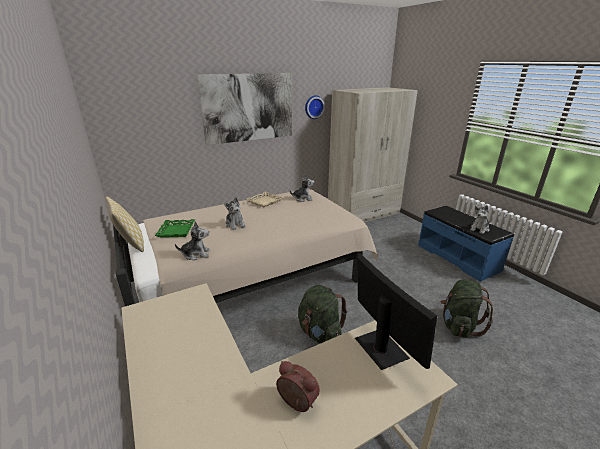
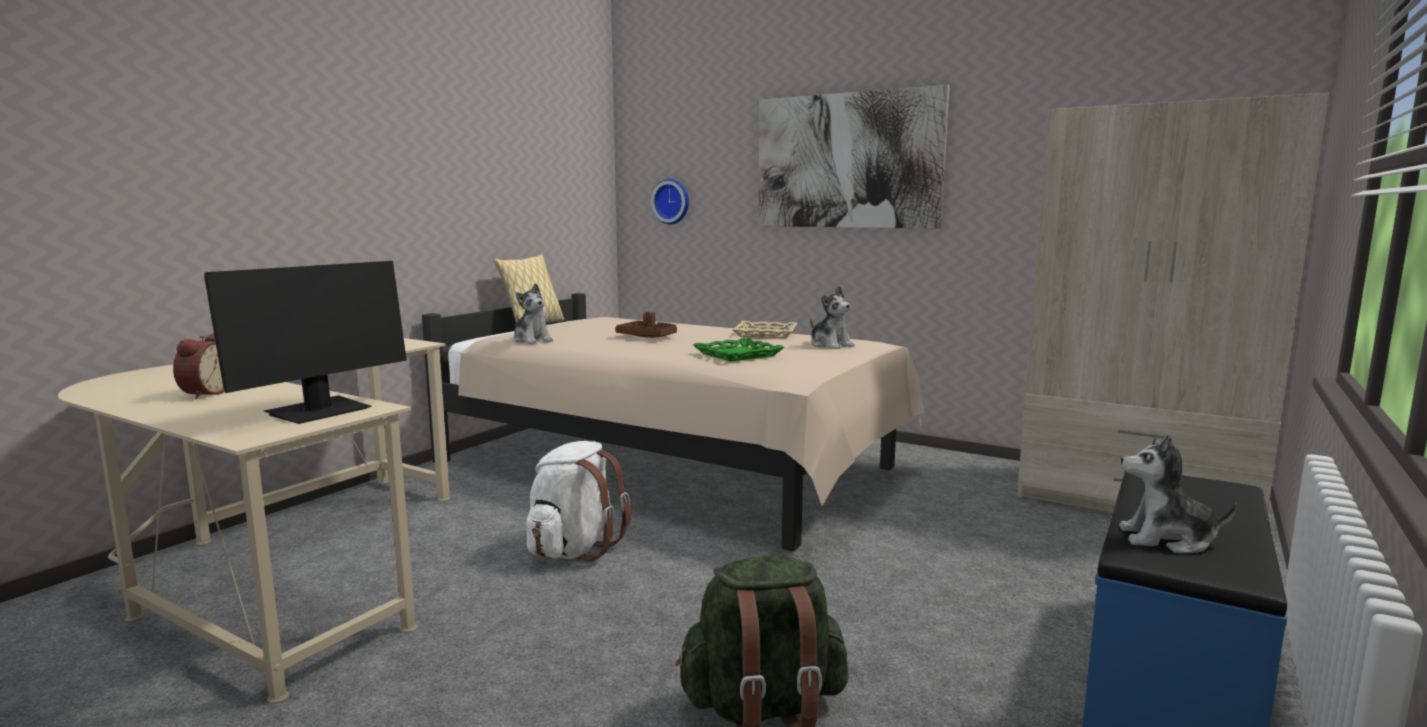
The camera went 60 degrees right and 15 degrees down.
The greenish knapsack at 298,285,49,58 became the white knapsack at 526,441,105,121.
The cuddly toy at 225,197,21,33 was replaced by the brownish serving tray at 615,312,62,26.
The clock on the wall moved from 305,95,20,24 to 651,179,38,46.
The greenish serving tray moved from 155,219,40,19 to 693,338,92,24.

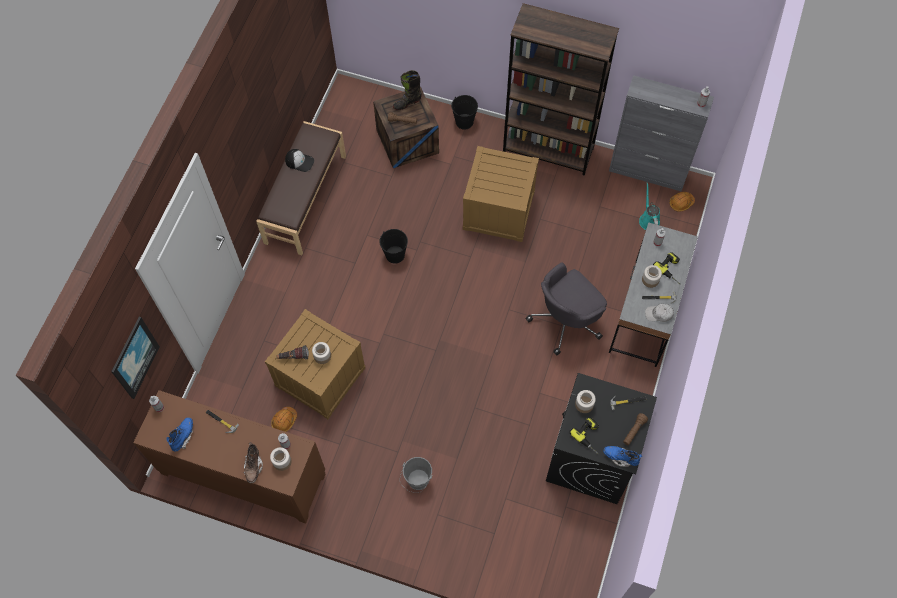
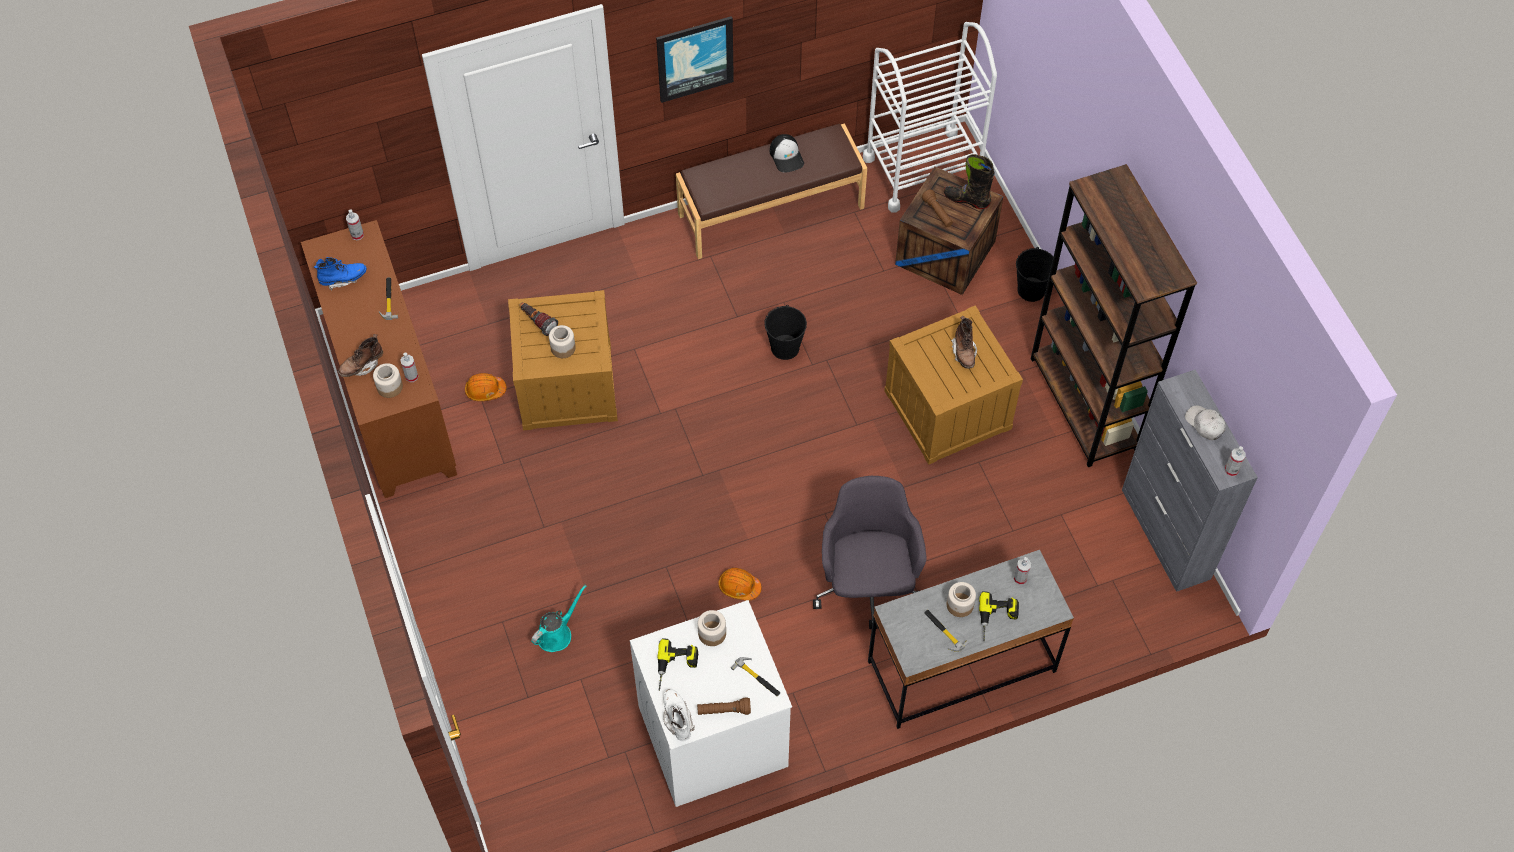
The camera went 50 degrees right and 5 degrees down.
The turquoise-coloured sprinkling can moved from 639,183,21,47 to 531,585,55,67.
The black-coloured laundry machine at 546,373,111,131 became the white laundry machine at 630,600,162,207.
The wall picture moved from 111,317,49,82 to 656,16,78,87.
The blue tall boot at 603,446,39,21 became the white tall boot at 663,689,32,52.
The orange-coloured work helmet moved from 669,192,26,20 to 718,568,43,33.
The gray desk chair at 526,262,81,94 turned 75 degrees clockwise.
The white cart at 863,22,134,191 appeared.
The brownish tall boot at 951,315,26,54 appeared.
The white baseball cap moved from 645,304,29,18 to 1185,405,41,35.
The gray water bucket at 400,457,32,36 disappeared.

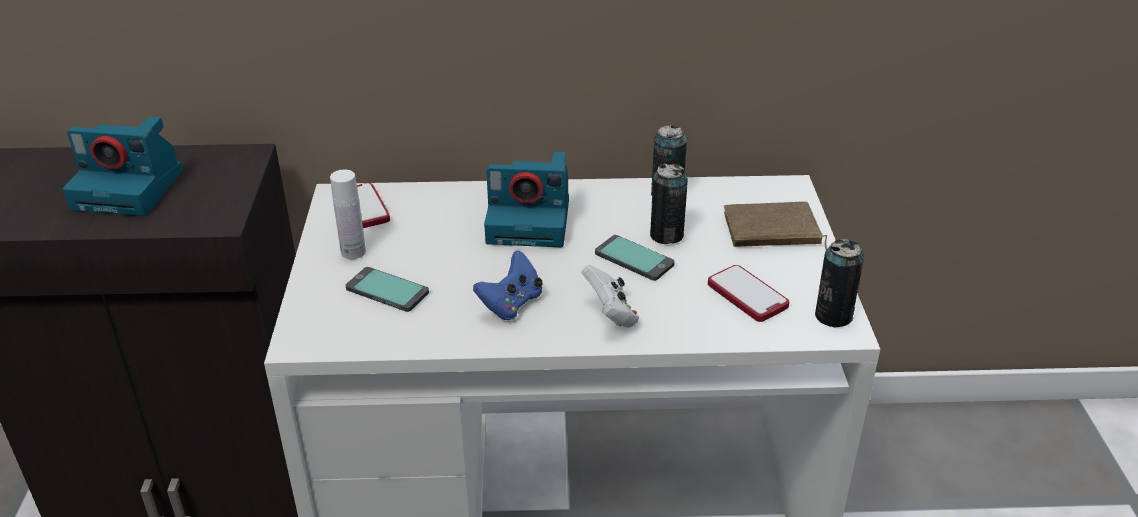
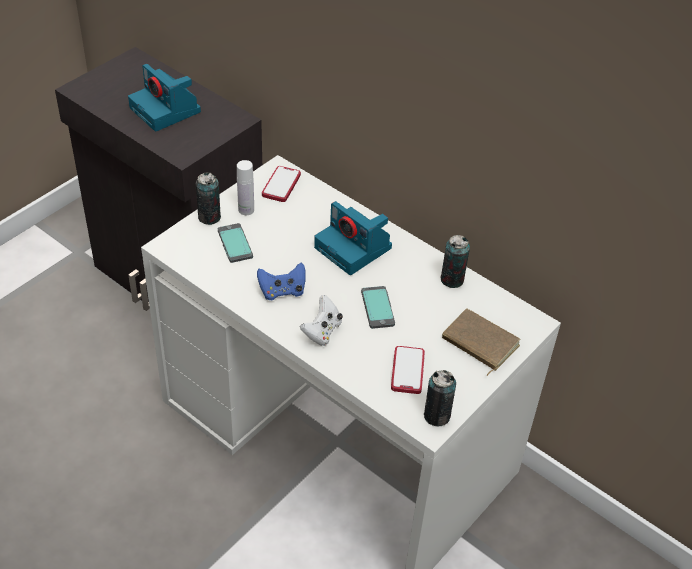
The camera went 40 degrees right and 10 degrees up.
The metal can moved from 650,163,38,81 to 196,172,25,53.

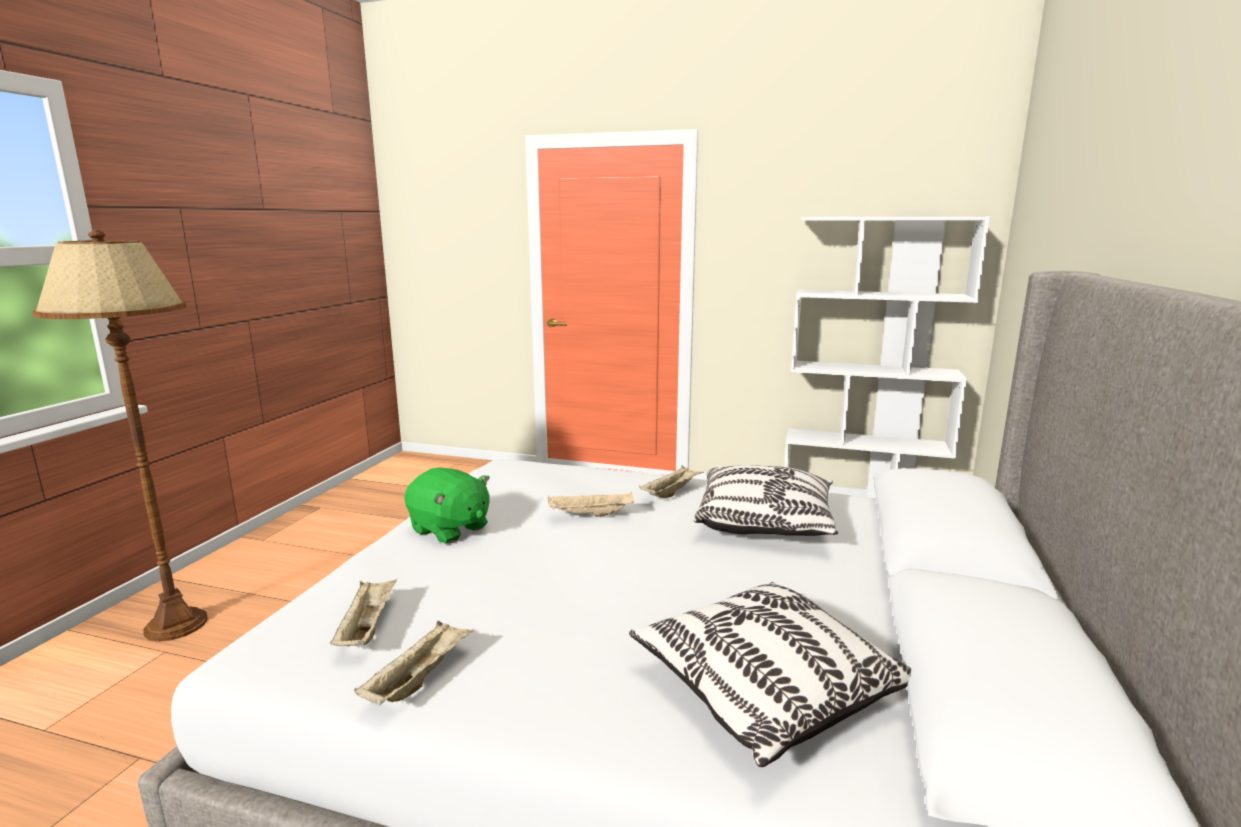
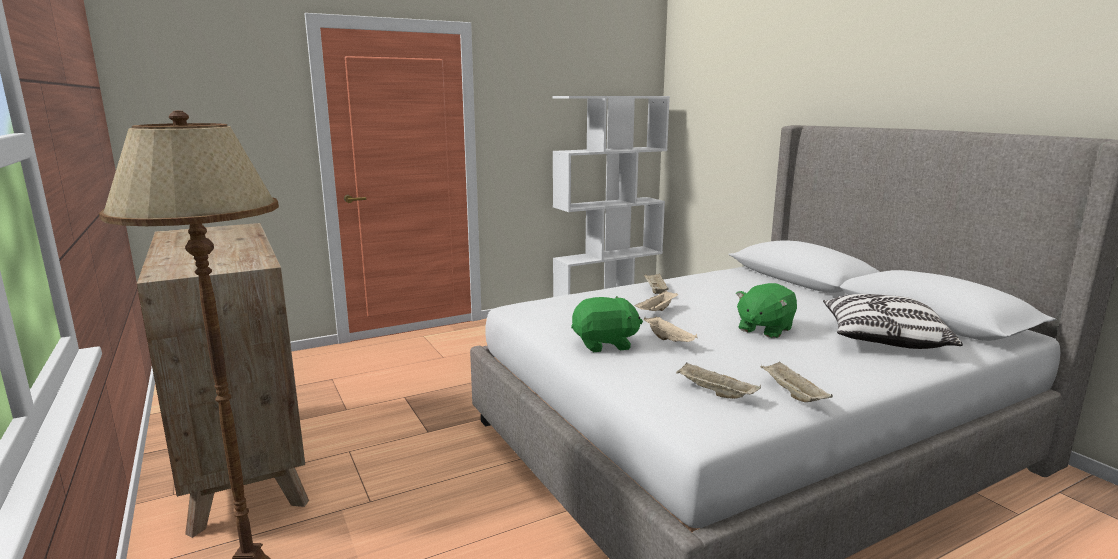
The camera went 45 degrees left and 0 degrees up.
The brownish chest of drawers at 137,223,172,315 appeared.
The sand-coloured serving tray at 644,316,53,26 appeared.
The greenish cuddly toy at 736,283,61,55 appeared.
The pillow at 693,465,146,71 disappeared.

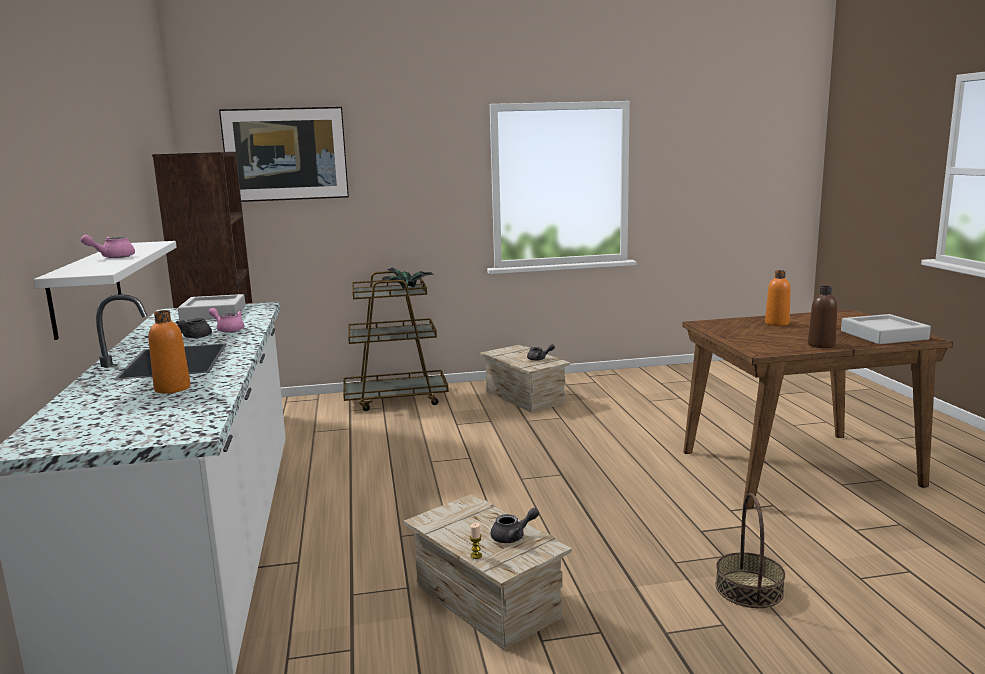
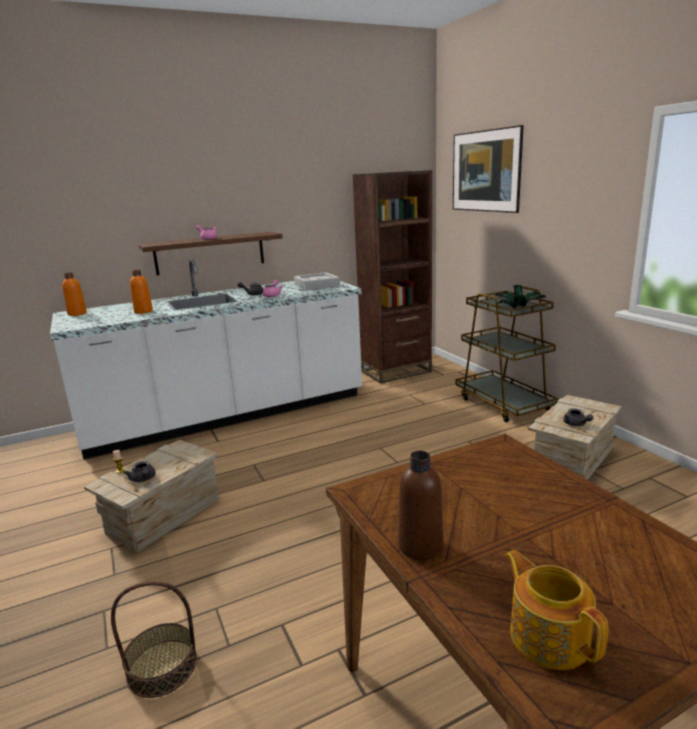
The camera went 75 degrees right and 5 degrees up.
The orange-coloured bottle moved from 765,270,25,56 to 62,272,25,44.
The white wall shelf at 33,241,144,99 became the brownish wall shelf at 138,232,145,43.
The gray serving tray at 841,314,90,30 was replaced by the pot for tea at 506,550,103,120.

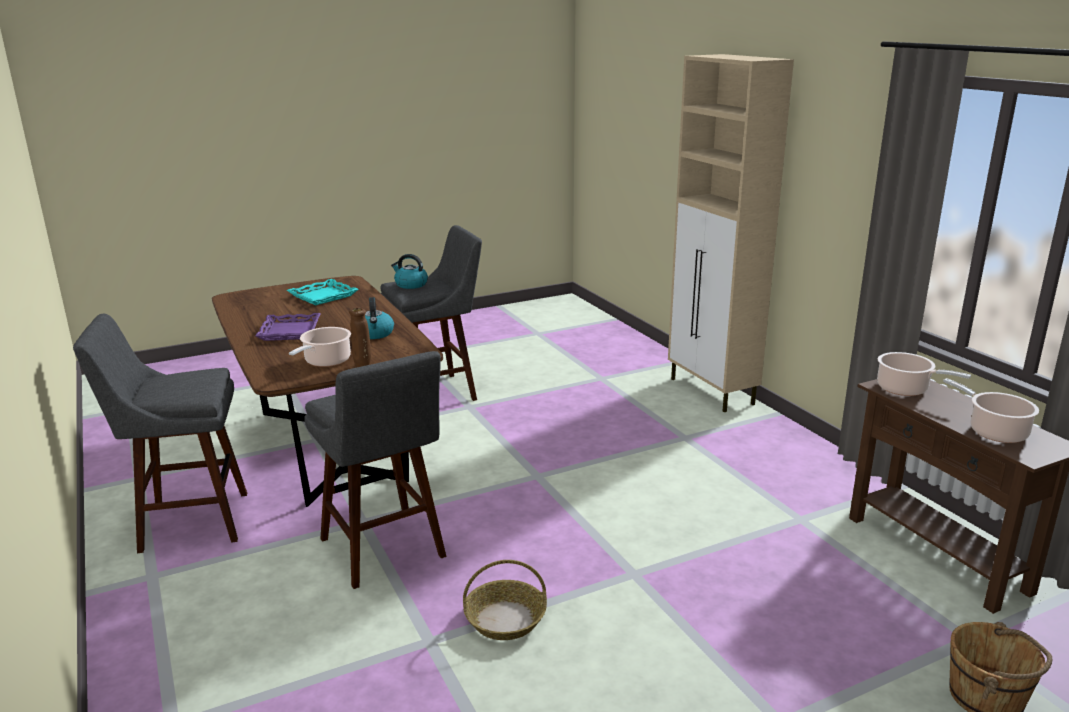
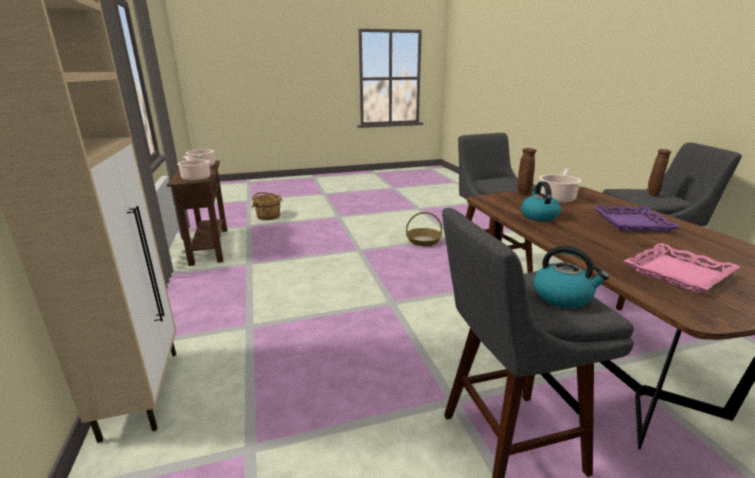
The camera went 170 degrees left and 0 degrees up.
The turquoise-coloured serving tray at 287,279,71,26 became the pink-coloured serving tray at 624,243,116,50.
The brownish flower vase at 648,149,23,47 appeared.

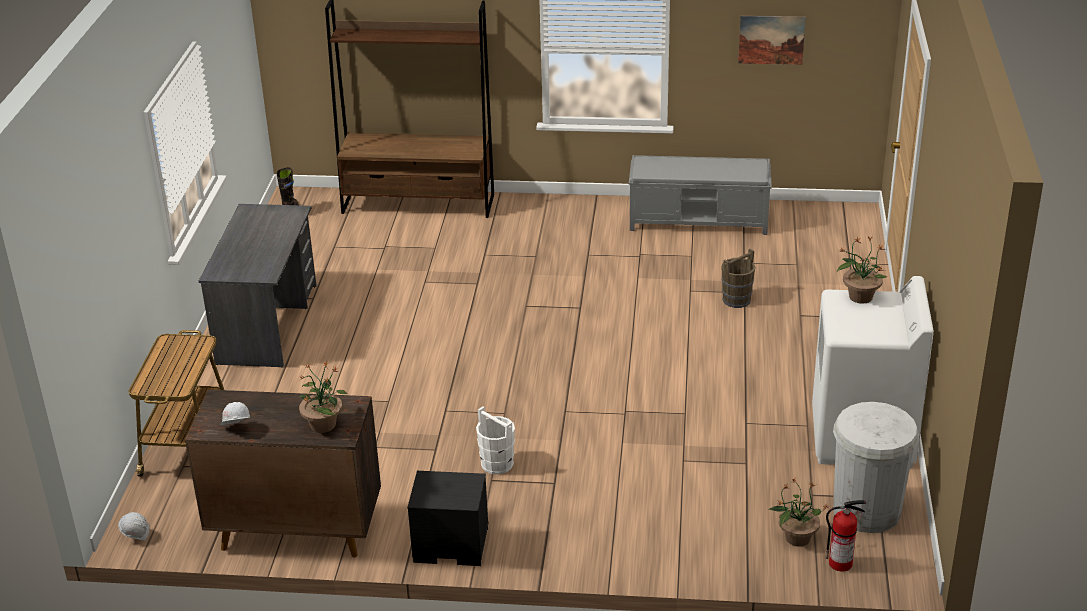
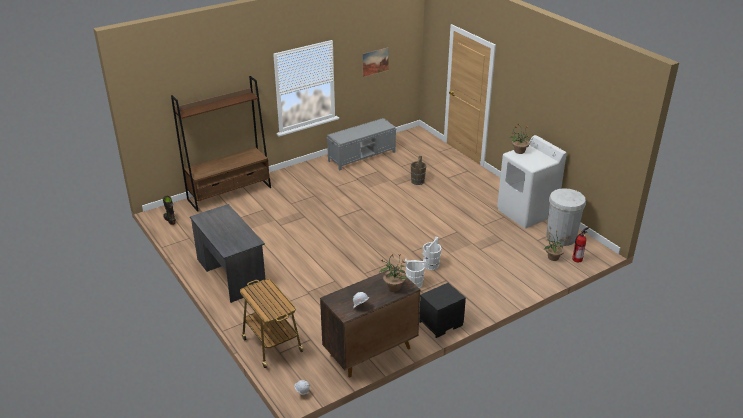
The camera went 40 degrees left and 0 degrees up.
The white water bucket at 423,236,19,34 appeared.

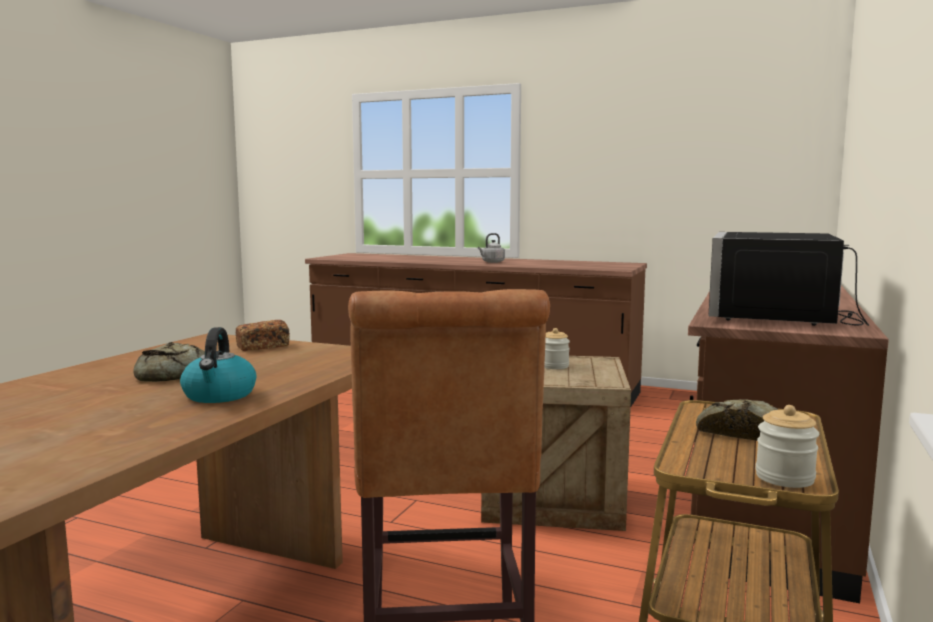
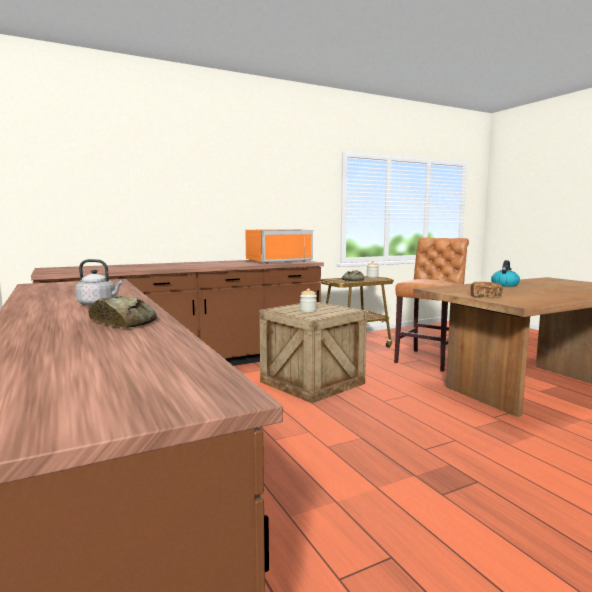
The camera went 140 degrees left and 0 degrees up.
The bread moved from 133,342,72,40 to 88,296,69,32.
The black-coloured kitchen microwave at 708,232,161,94 became the orange-coloured kitchen microwave at 245,229,68,34.

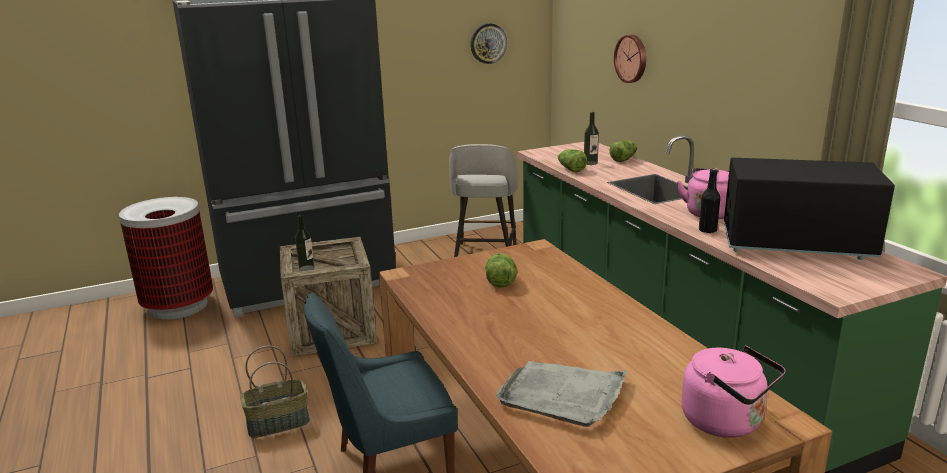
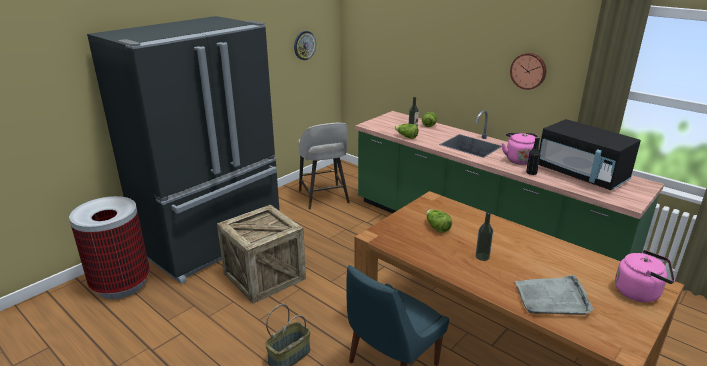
The camera went 25 degrees left and 5 degrees up.
The bottle moved from 295,215,19,56 to 475,212,18,49.
The clock on the wall moved from 614,35,32,48 to 510,53,36,37.
The black-coloured kitchen microwave at 724,157,171,103 turned 120 degrees counterclockwise.

